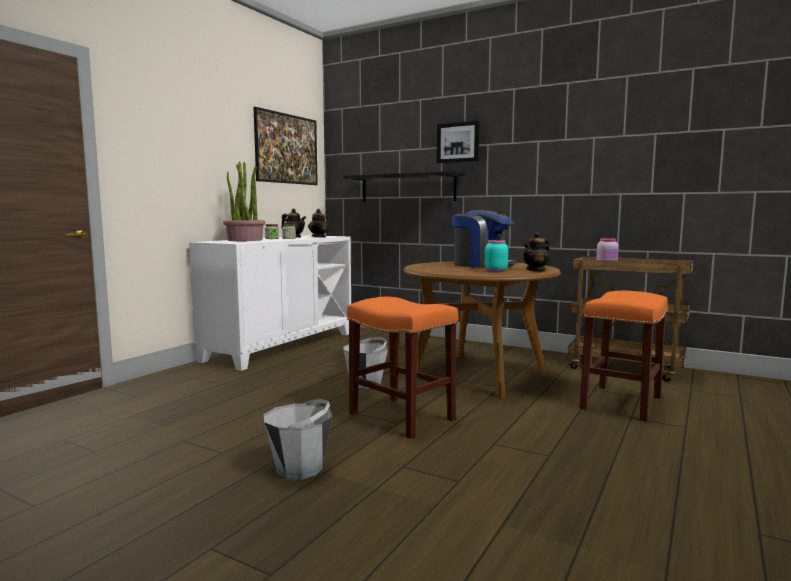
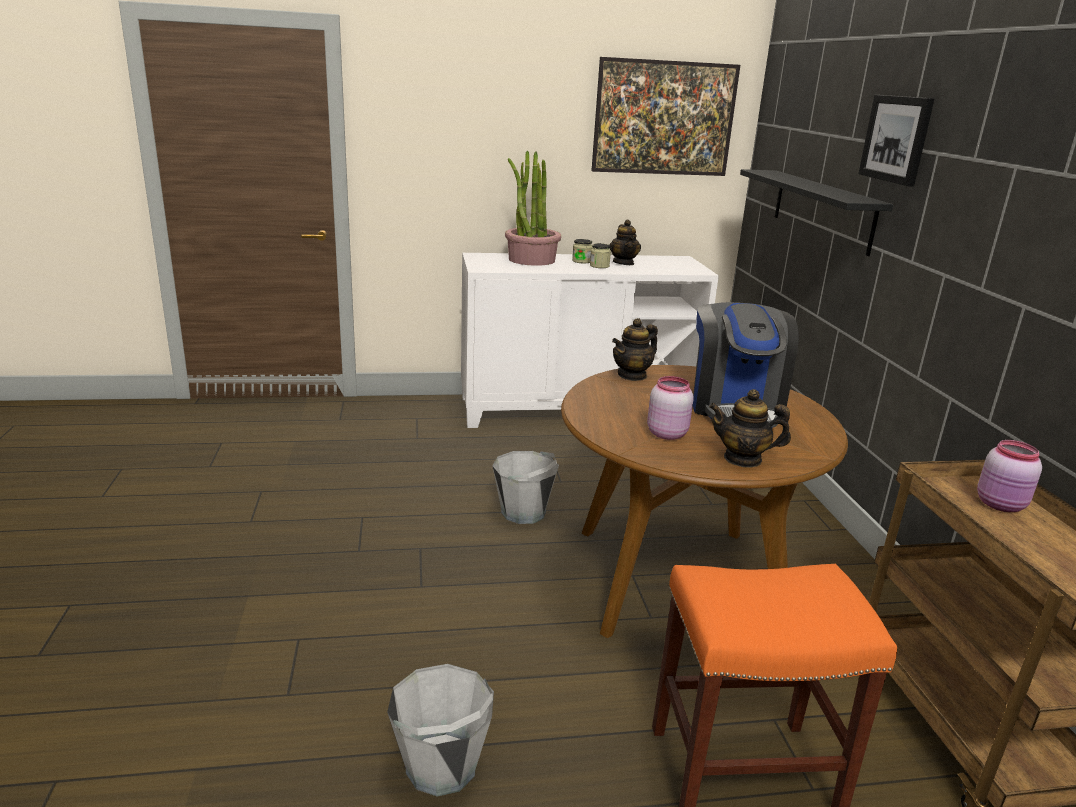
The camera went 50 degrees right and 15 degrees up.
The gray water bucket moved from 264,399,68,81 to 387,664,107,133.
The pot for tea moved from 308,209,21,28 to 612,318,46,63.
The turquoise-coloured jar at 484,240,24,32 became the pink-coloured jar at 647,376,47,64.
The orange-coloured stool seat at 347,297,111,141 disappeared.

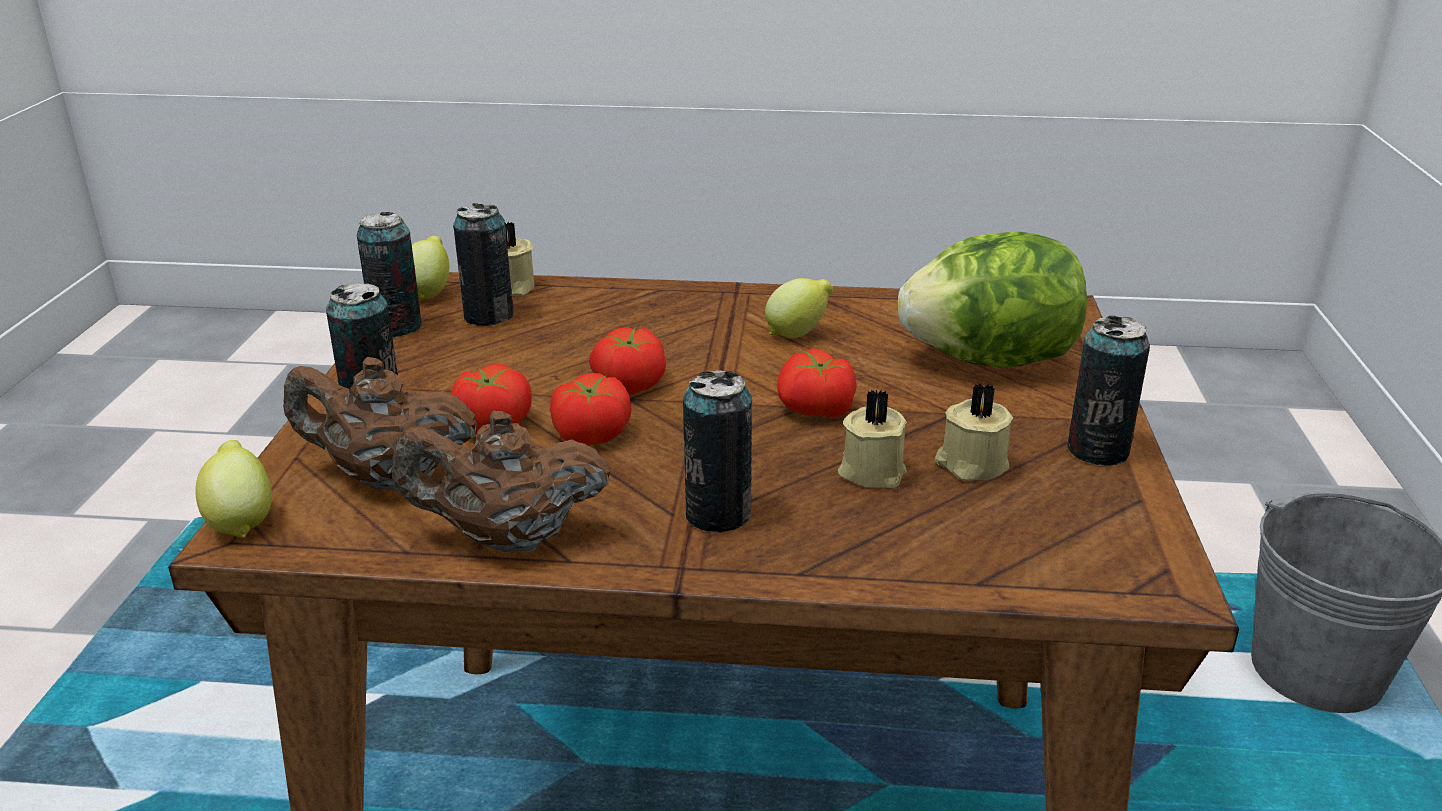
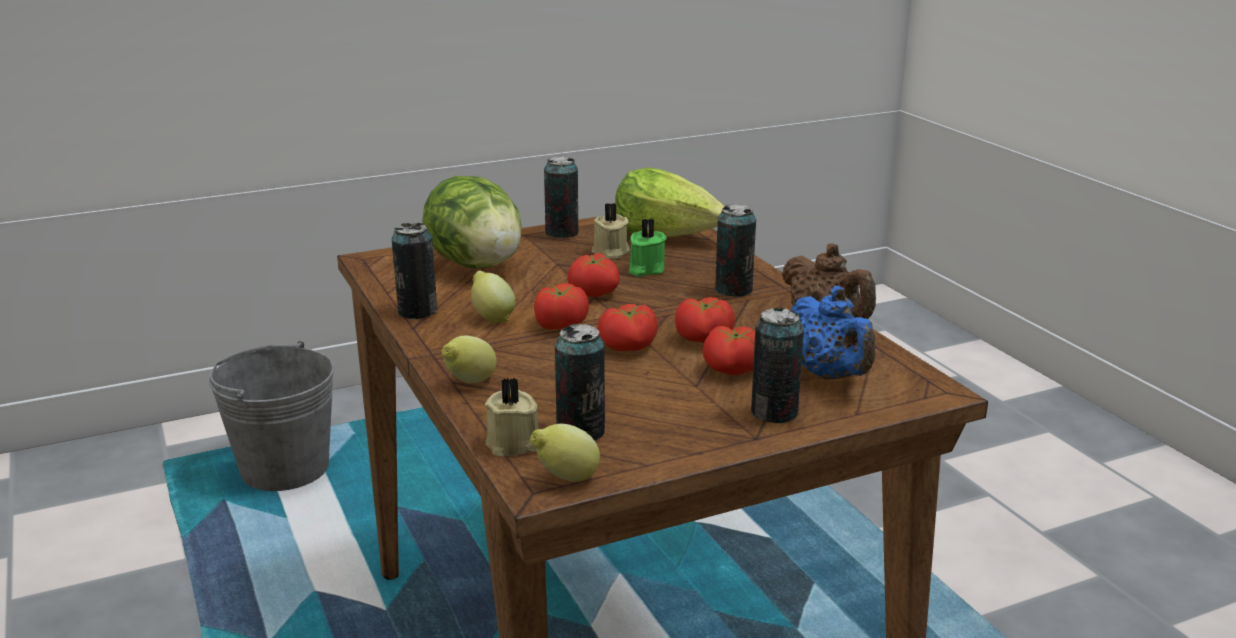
The camera went 120 degrees left and 5 degrees down.
The metal can moved from 357,212,65,125 to 392,223,45,96.
The whole lemon moved from 195,440,77,98 to 442,336,55,47.
The whole tomato at 534,283,55,47 appeared.
The lettuce head at 615,167,110,71 appeared.
The sand-coloured candle at 838,390,69,98 became the greenish candle at 629,218,38,58.
The brownish pot for tea at 283,357,194,134 became the blue pot for tea at 791,286,84,94.

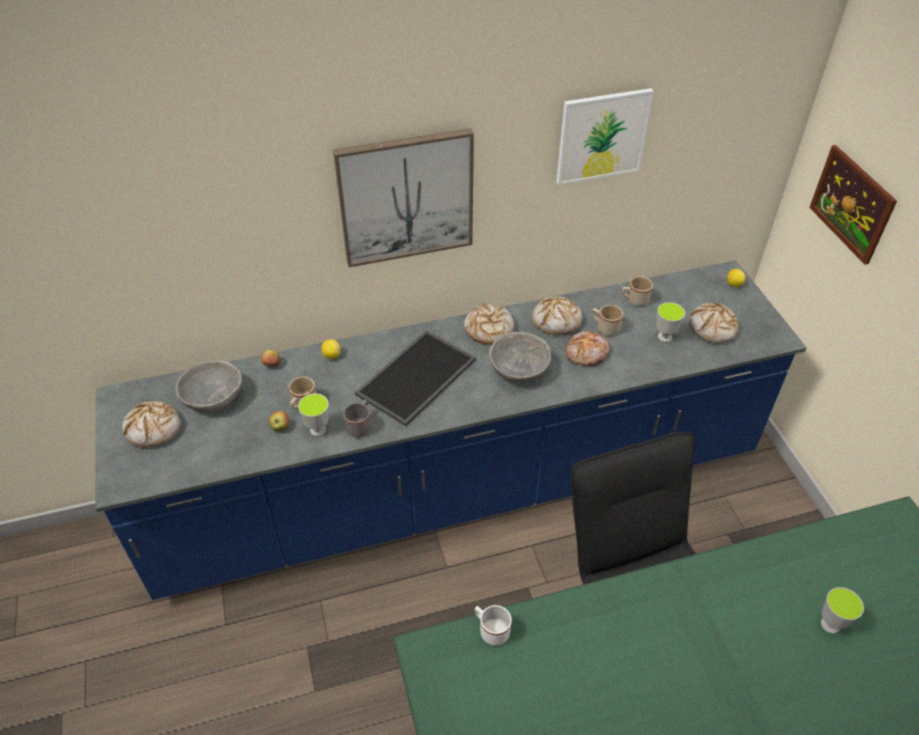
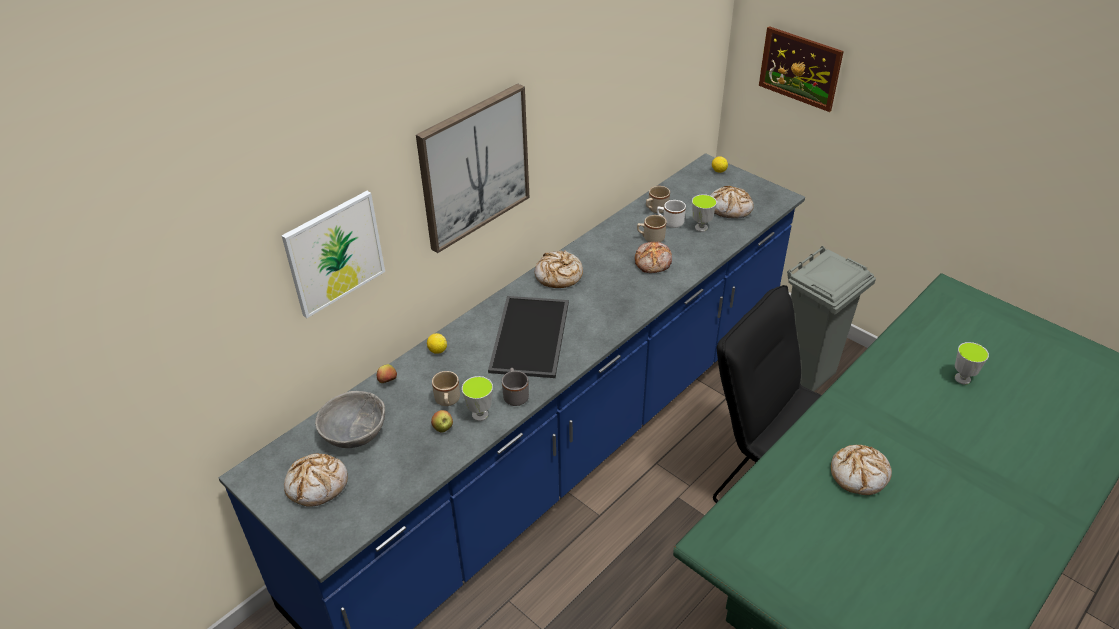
The camera went 30 degrees left and 5 degrees down.
The wall picture moved from 556,88,98,97 to 281,191,104,127.
The white mug moved from 475,605,37,41 to 657,200,29,28.
The gray waste bin at 787,246,89,145 appeared.
The bread moved from 532,297,51,38 to 831,445,61,50.
The gray bowl at 489,332,62,51 disappeared.

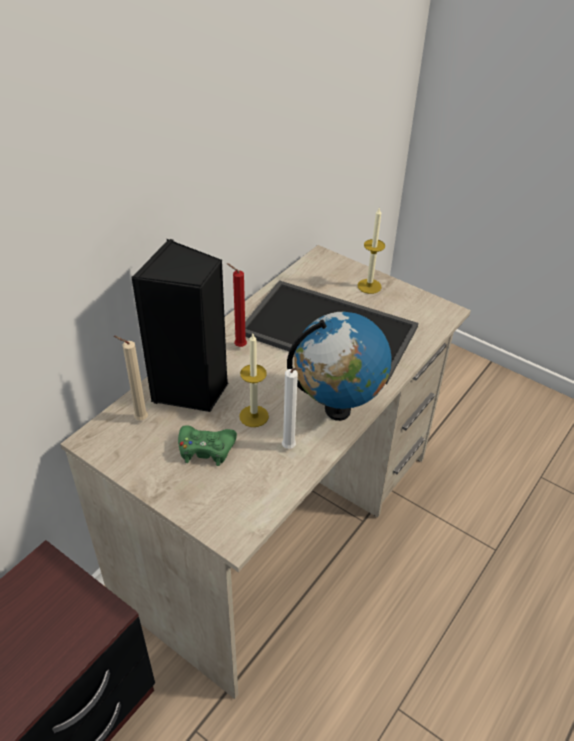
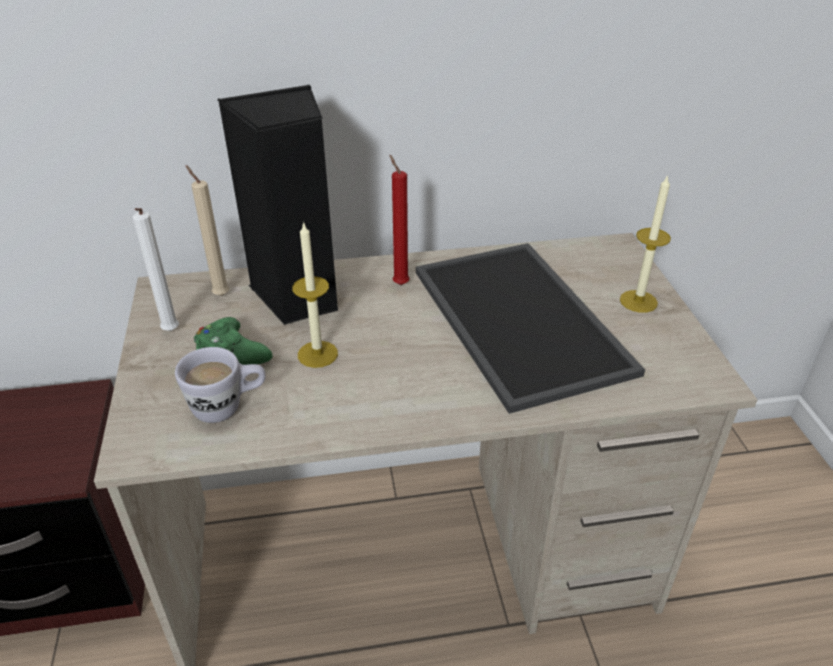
The camera went 45 degrees right and 5 degrees down.
The white candle moved from 282,367,21,82 to 133,208,46,123.
The white mug at 175,347,91,76 appeared.
The desk globe at 287,312,105,109 disappeared.

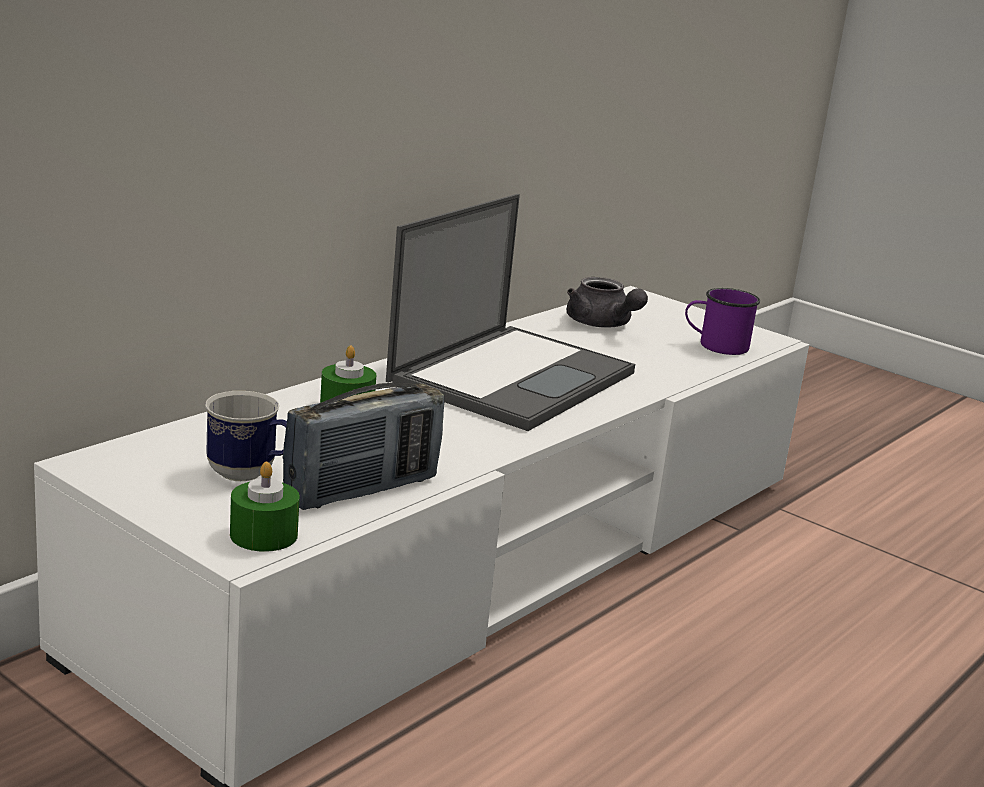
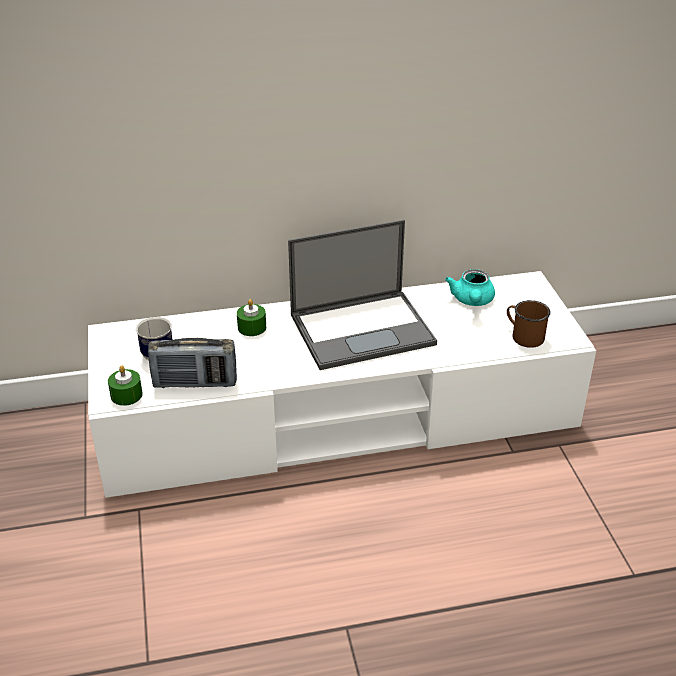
The camera went 40 degrees right and 15 degrees up.
The gray pot for tea at 567,277,81,51 became the turquoise-coloured pot for tea at 445,269,50,37.
The purple mug at 685,288,75,67 became the brownish mug at 507,300,44,48.

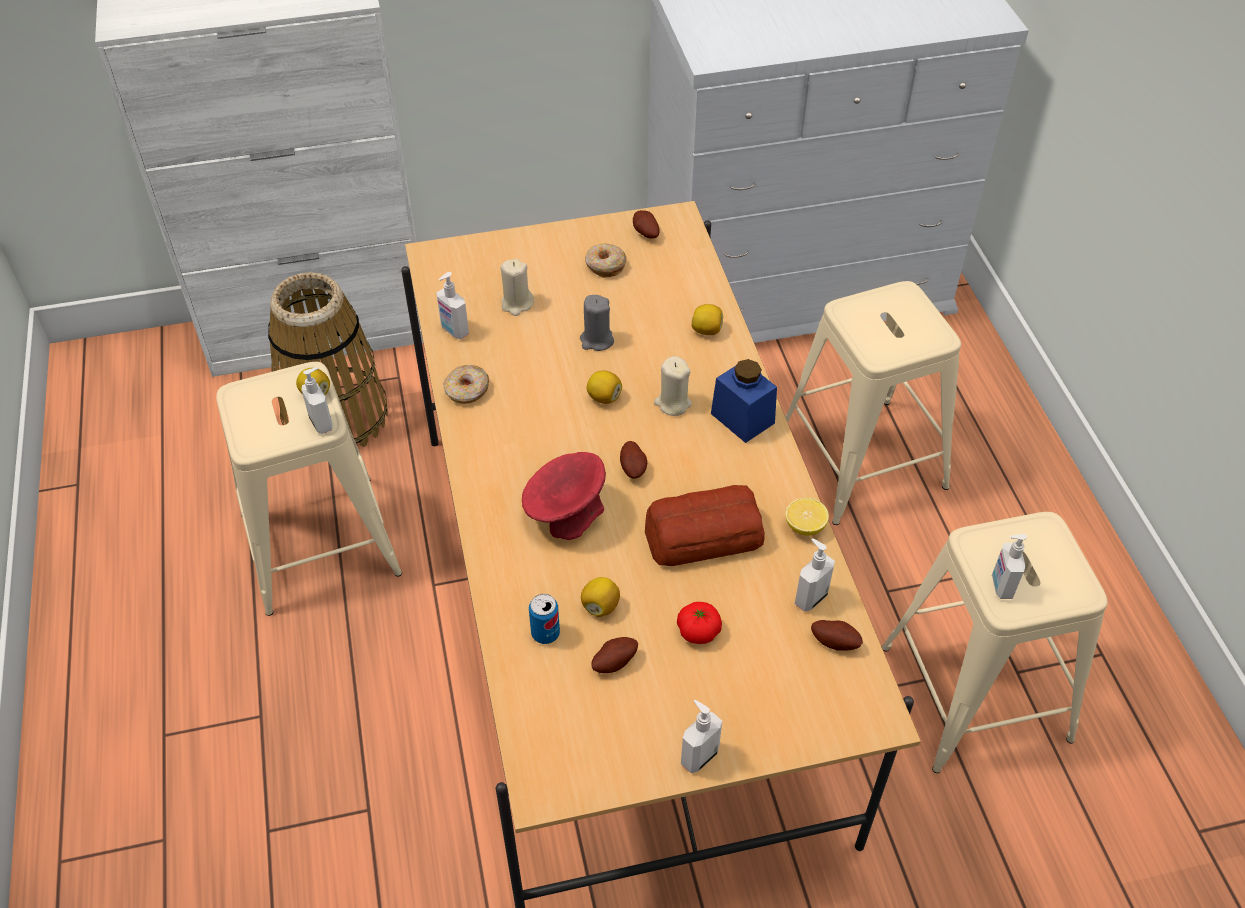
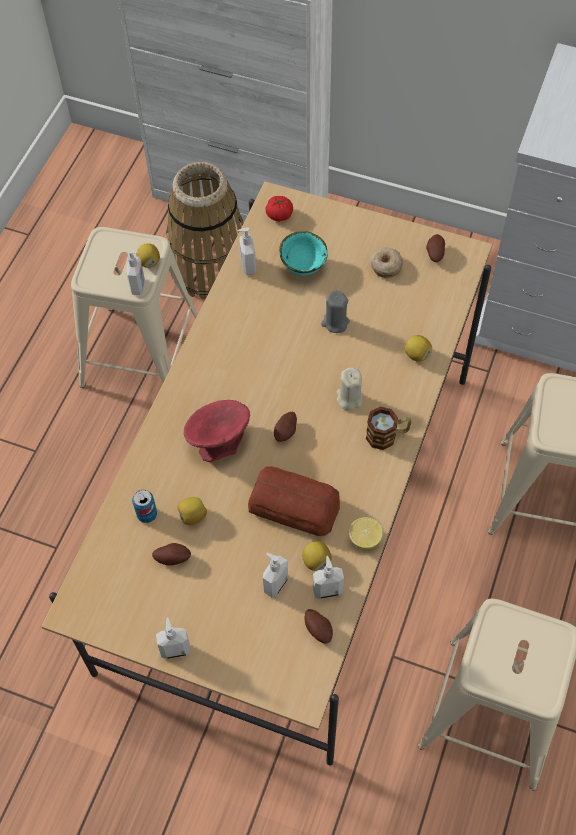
The camera went 35 degrees right and 10 degrees up.
The soap bottle moved from 992,534,35,65 to 263,553,25,45.
The whole tomato moved from 677,602,45,42 to 265,196,28,26.
The sand-coloured candle at 501,259,33,57 was replaced by the turquoise-coloured bowl at 279,231,49,45.
The whole lemon moved from 586,371,36,33 to 302,541,30,30.
The blue jar at 711,359,66,84 was replaced by the mug at 366,407,46,43.
The ring doughnut at 443,365,46,39 disappeared.

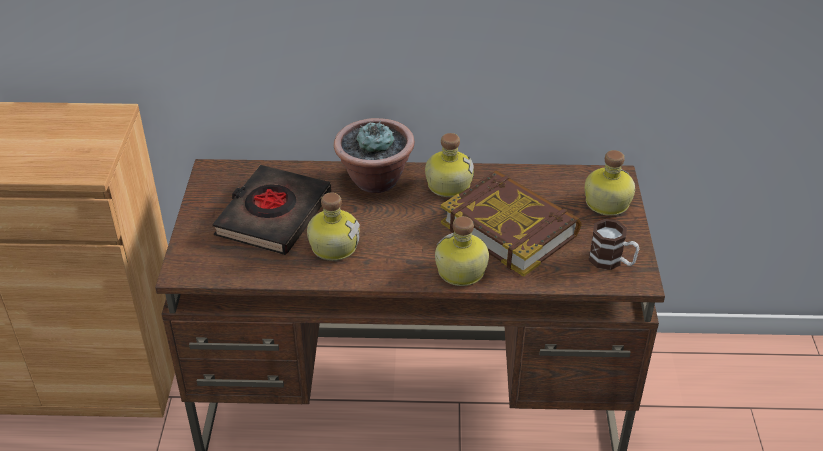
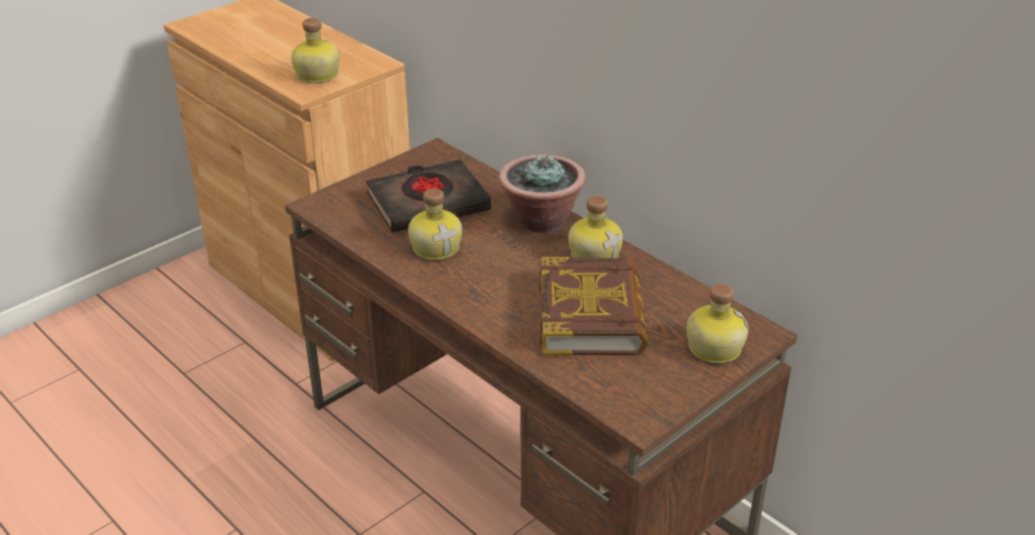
The camera went 45 degrees right and 5 degrees down.
The bottle moved from 435,216,54,70 to 291,18,49,65.
The mug at 589,219,50,51 disappeared.

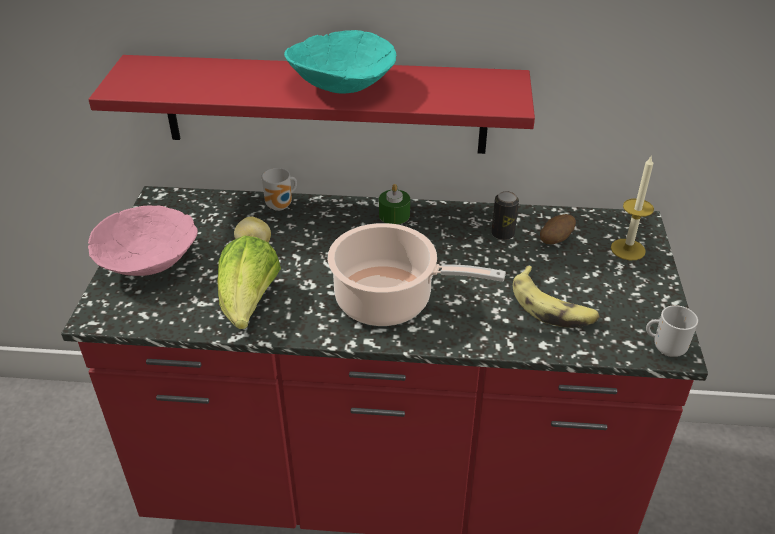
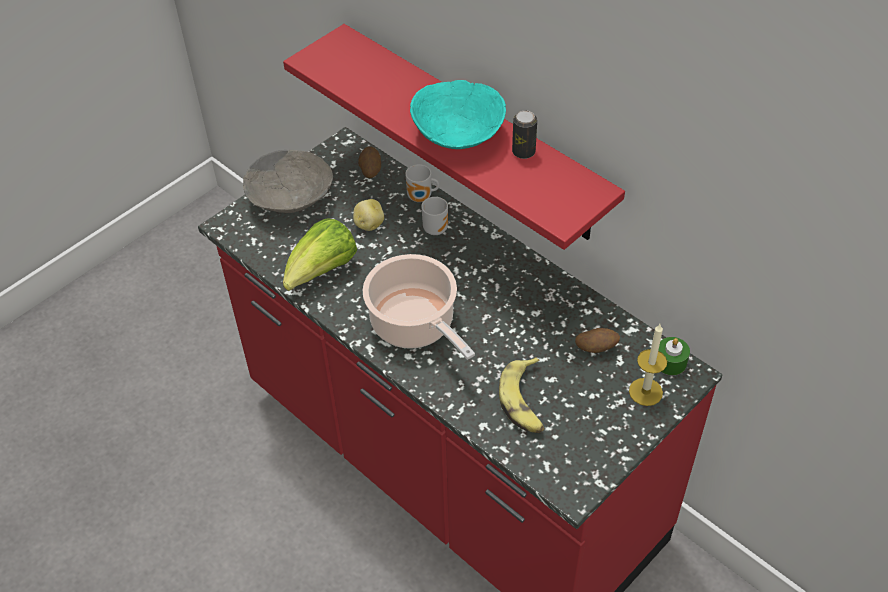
The camera went 40 degrees right and 10 degrees up.
The pink-coloured bowl at 88,206,110,70 became the gray bowl at 243,150,90,63.
The potato at 358,146,23,32 appeared.
The mug moved from 646,305,52,52 to 421,197,27,38.
The metal can moved from 491,191,28,49 to 512,110,25,49.
The greenish candle moved from 379,184,31,40 to 658,337,32,38.

